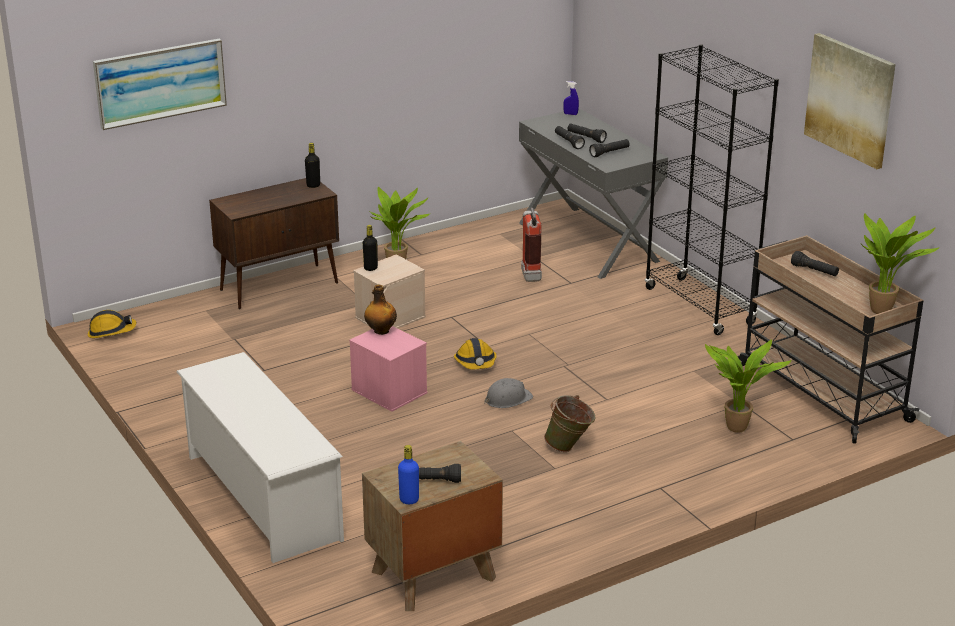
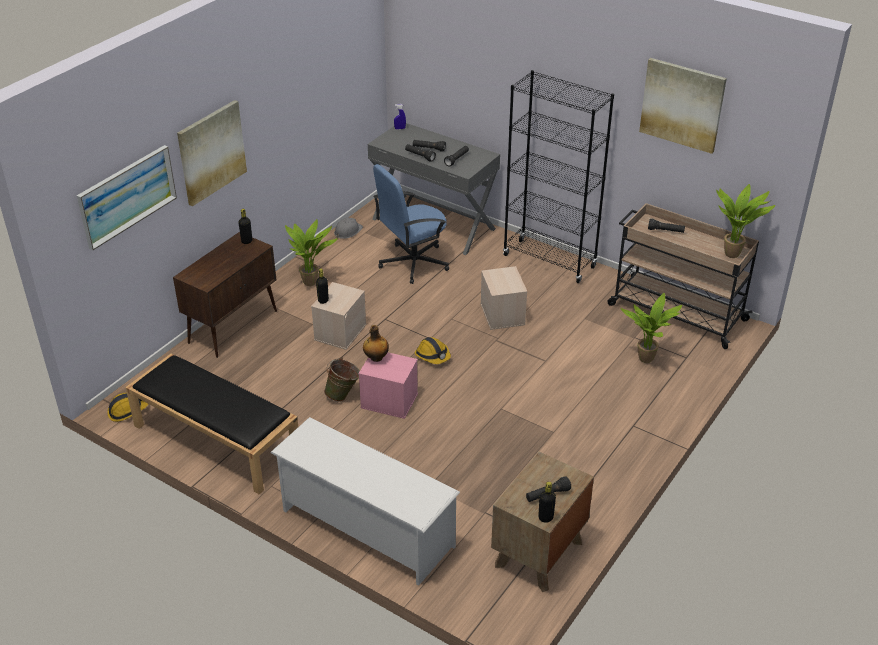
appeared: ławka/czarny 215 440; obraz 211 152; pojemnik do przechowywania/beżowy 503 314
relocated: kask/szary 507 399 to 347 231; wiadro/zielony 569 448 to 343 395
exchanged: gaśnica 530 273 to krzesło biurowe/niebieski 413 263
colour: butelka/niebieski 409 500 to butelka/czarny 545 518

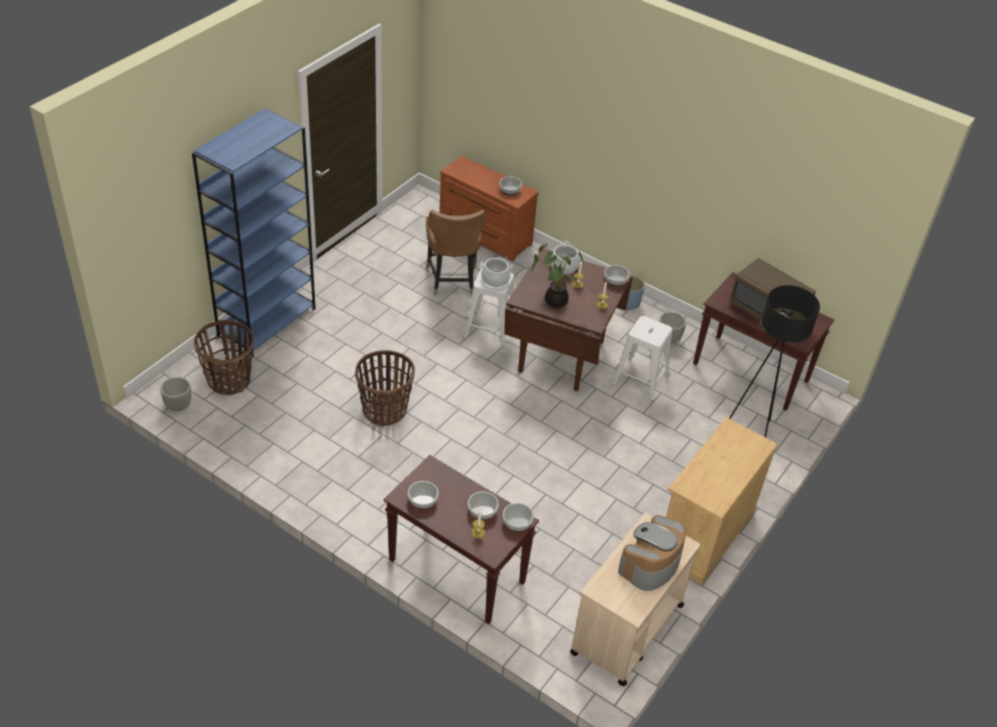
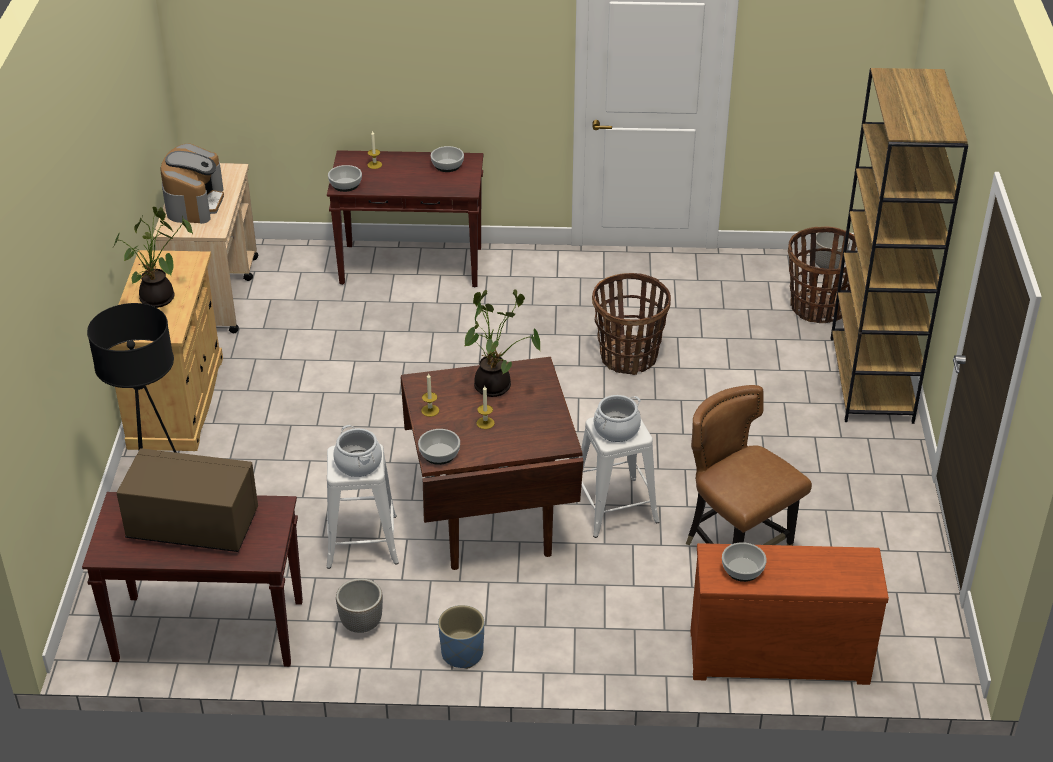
missing: miska 482 510
appeared: roślina doniczkowa 159 300
relocated: garnek 564 266 to 358 464
colour: regał/niebieski 267 322 to regał/brązowy 872 380

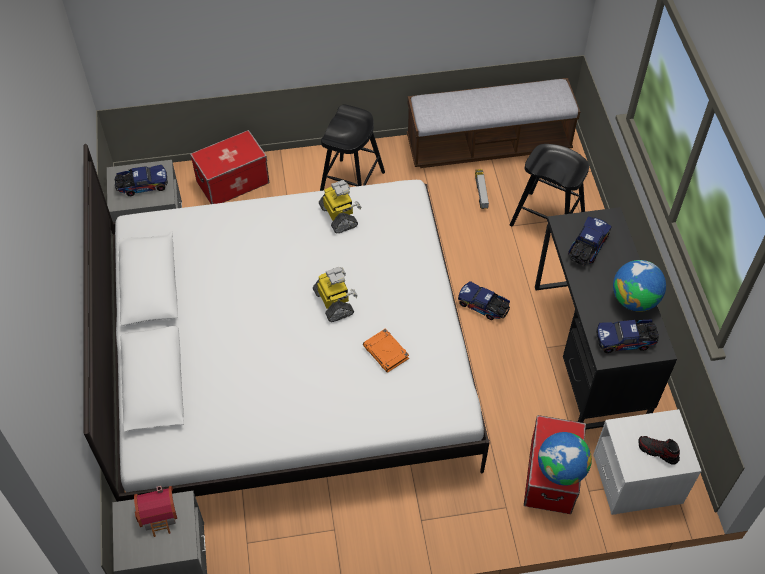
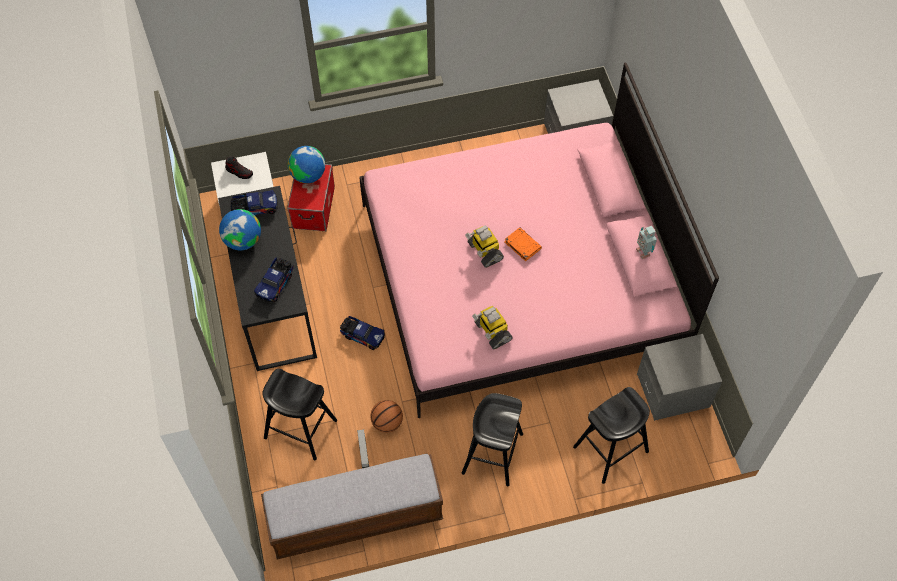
missing: ciężarówka zabawkowa 142 186; domek 160 515
appeared: piłka do koszykówki 387 422; robot zabawkowy 643 251
relocated: książka/pomarańczowy 386 352 to 522 245
exchanged: pojemnik do przechowywania 233 182 to stołek/czarny 611 449
colour: łóżko/biały 290 358 to łóżko/różowy 520 278

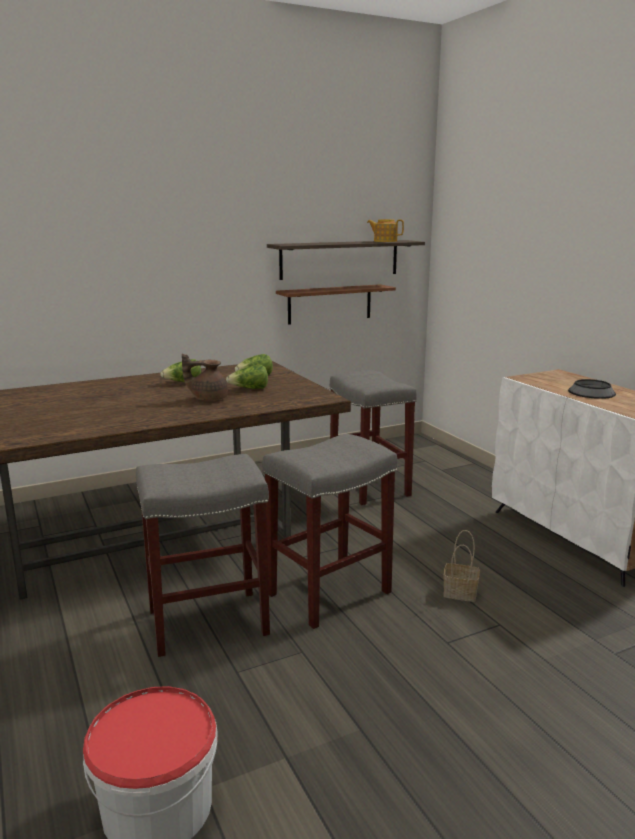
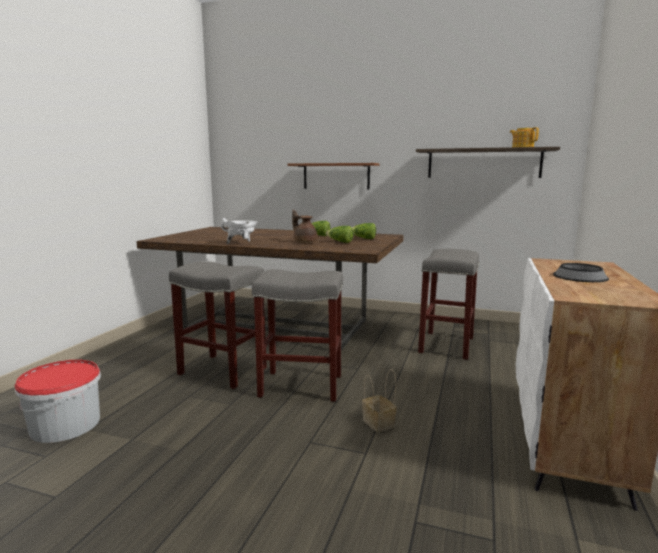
appeared: garnek/biały 241 243
relocated: półka/brązowy 330 304 to 336 176

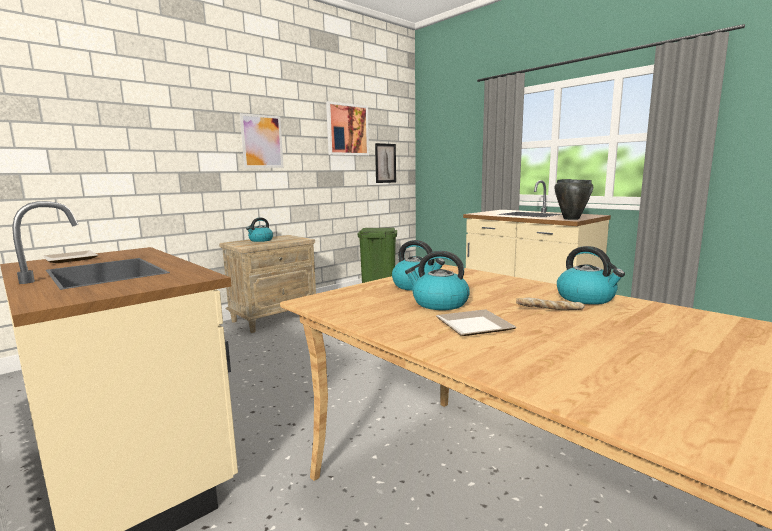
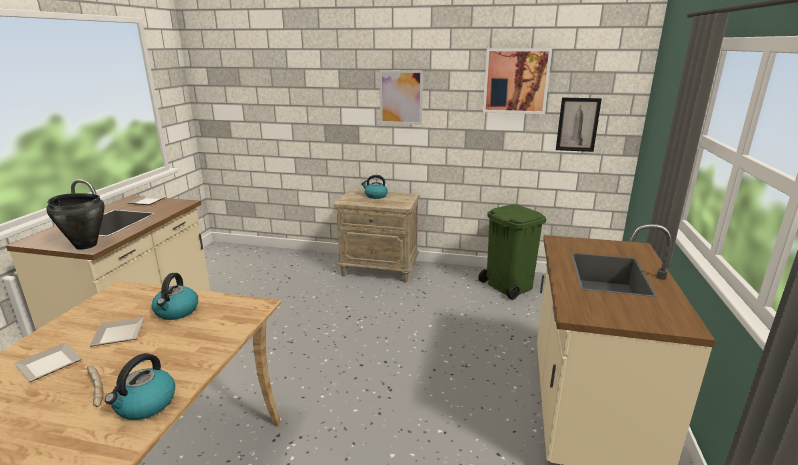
relocated: garnek/czarny 571 219 to 86 245
exchanged: czajnik 439 303 to talerz 117 335

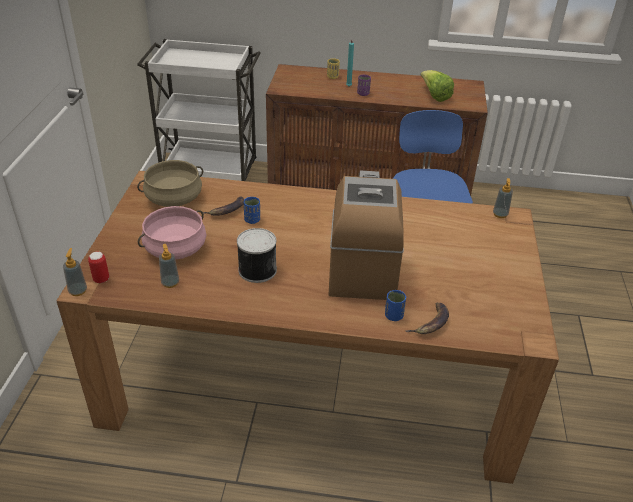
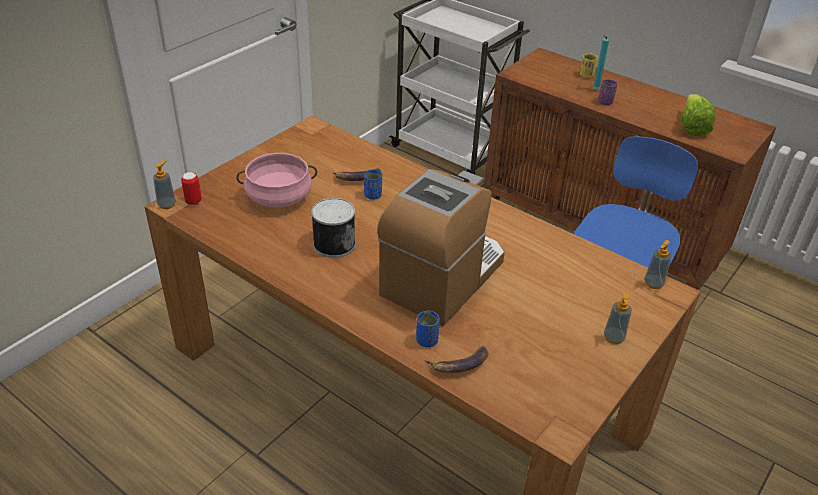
missing: garnek/beżowy 174 198
relocated: dozownik mydła 170 283 to 613 338

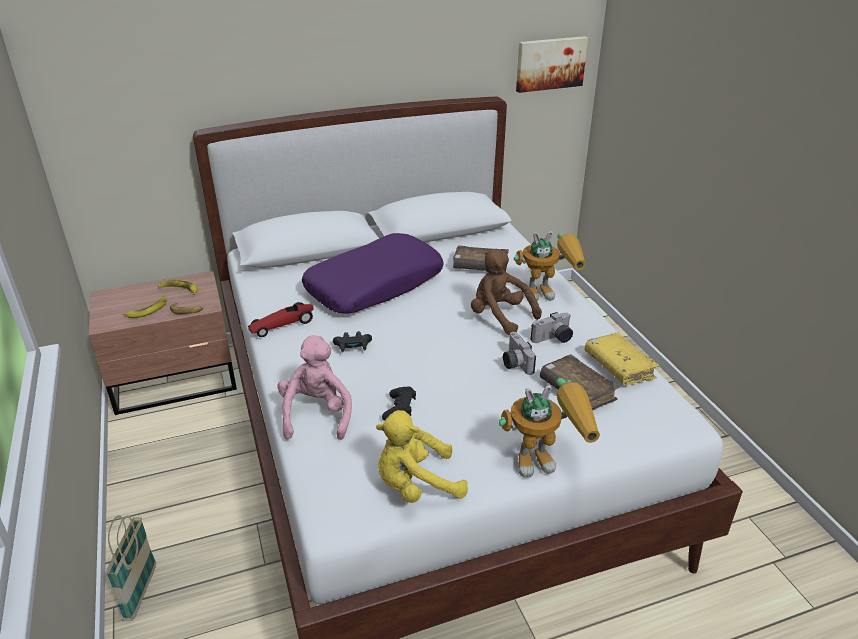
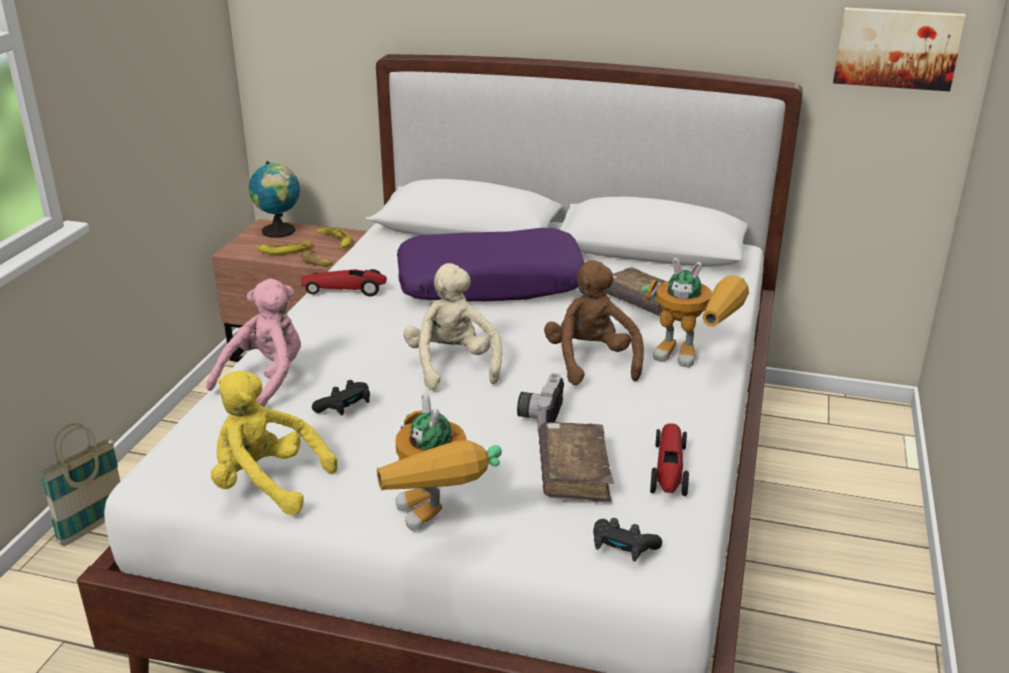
missing: aparat fotograficzny 553 339
appeared: globus 280 231; pluszak/beżowy 452 365
relocated: pad do gier/czarny 353 347 to 622 548
exchanged: książka/żółty 618 366 to samochodzik 669 470
spun: robot zabawkowy 547 458 = 436 523 45 degrees clockwise

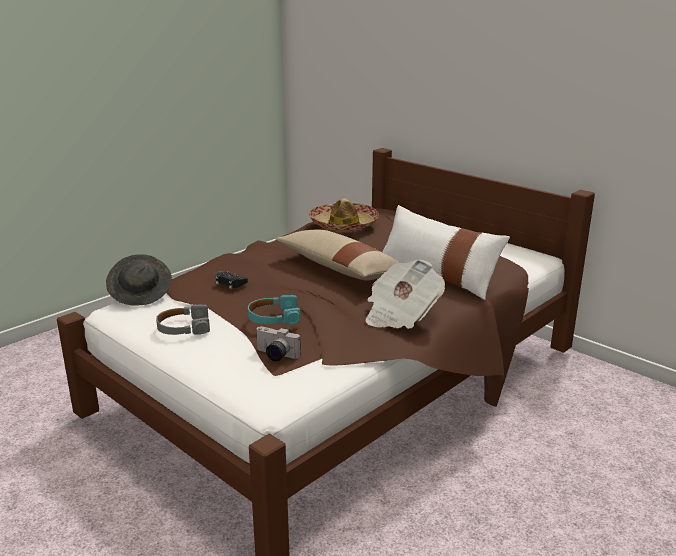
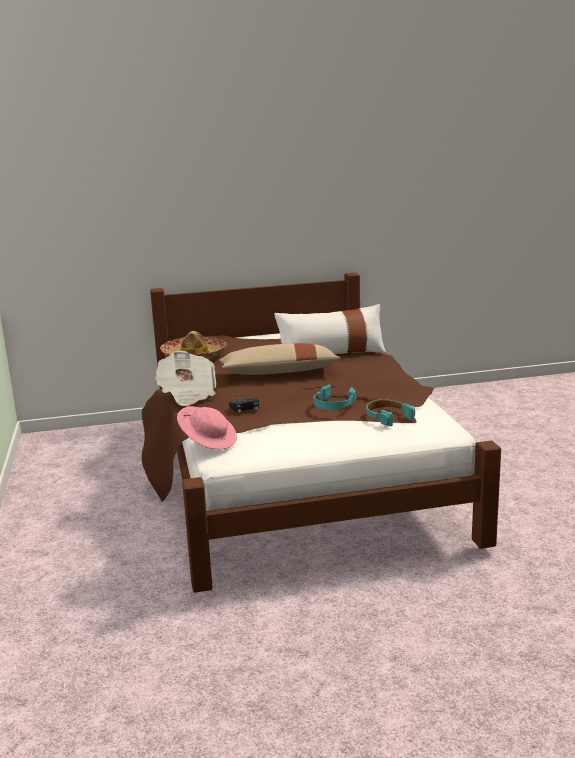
missing: słuchawki/szary 183 327
relocated: gazeta 401 314 to 187 394
exchanged: aparat fotograficzny 275 356 to słuchawki/turkusowy 387 417
colour: kapelusz/szary 141 293 to kapelusz/różowy 208 441

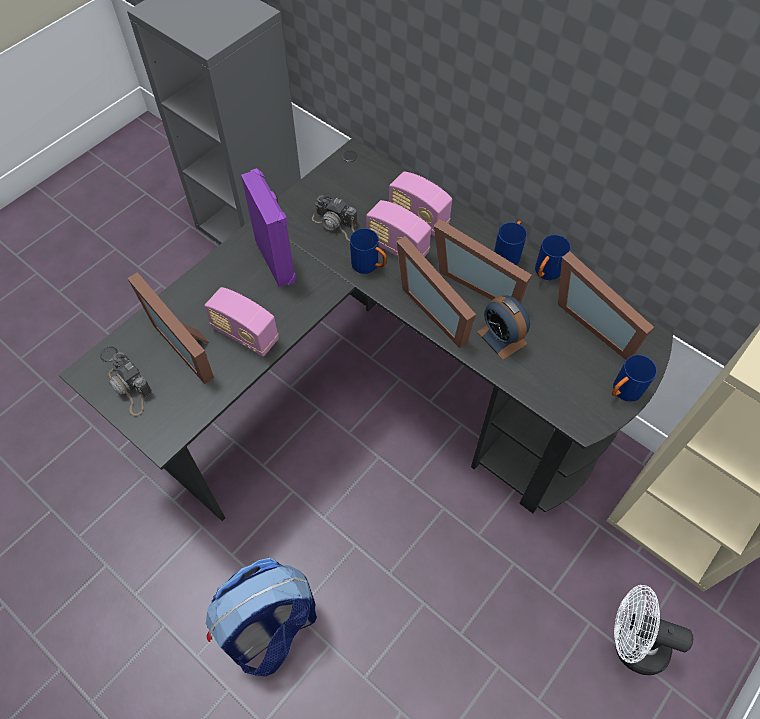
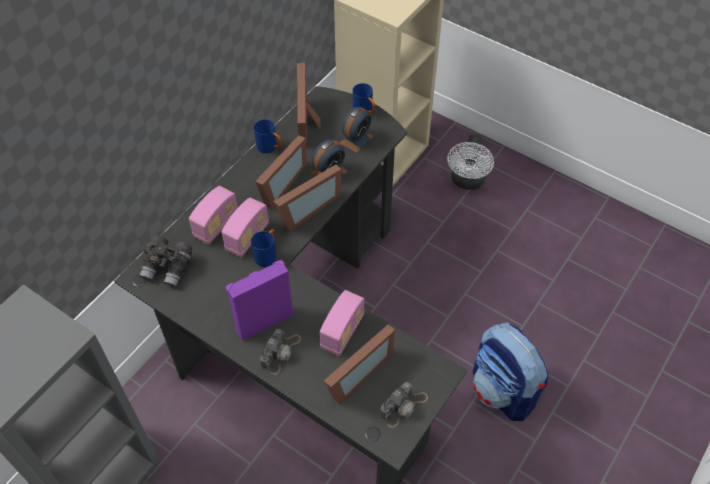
missing: kubek/niebieski 508 253
appeared: lornetka/szary 168 267; budzik 356 139
relocated: aparat fotograficzny 337 224 to 281 352
spun: ramka na zdjęcie 597 320 = 310 121 135 degrees clockwise

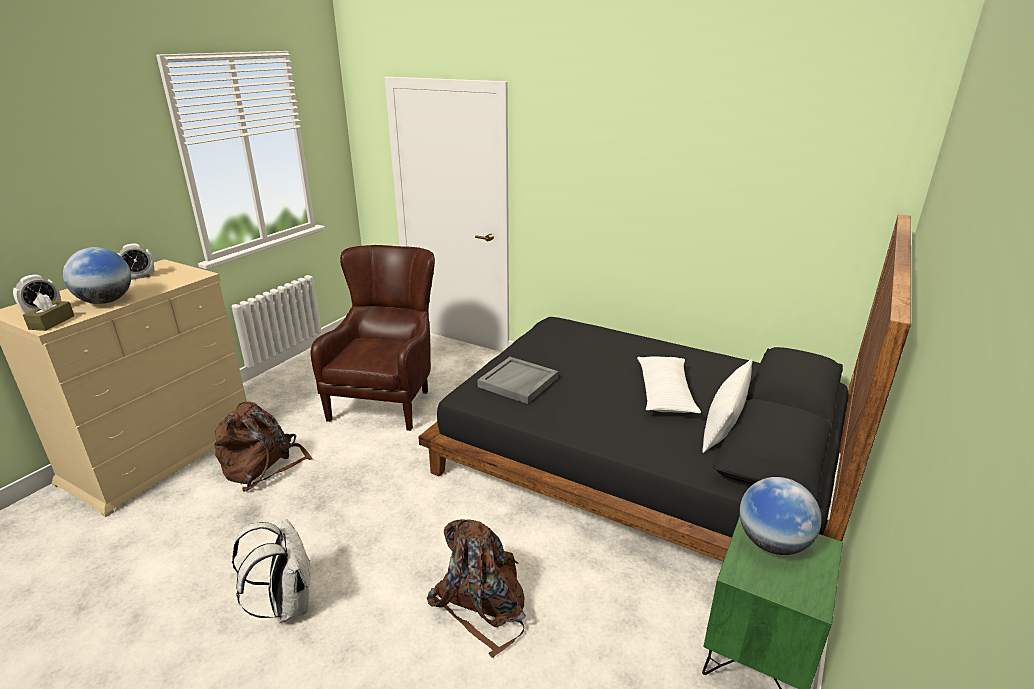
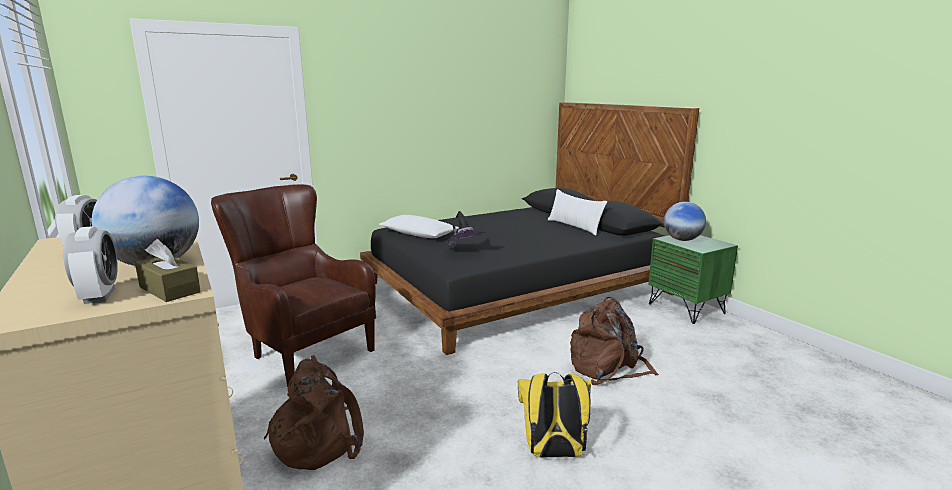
relocated: poduszka/biały 665 393 to 418 234
exchanged: taca/szary 518 383 to kapelusz/czarny 464 252
colour: plecak/biały 286 604 to plecak/żółty 553 454

